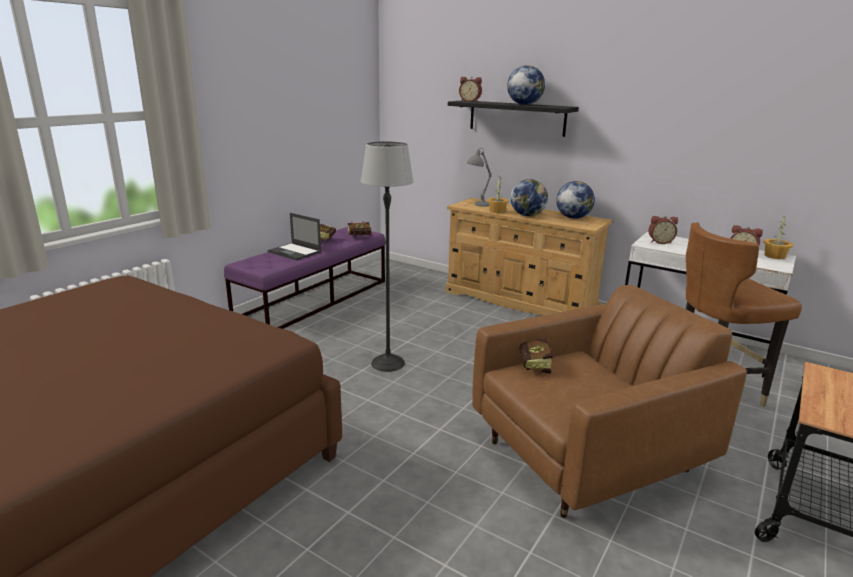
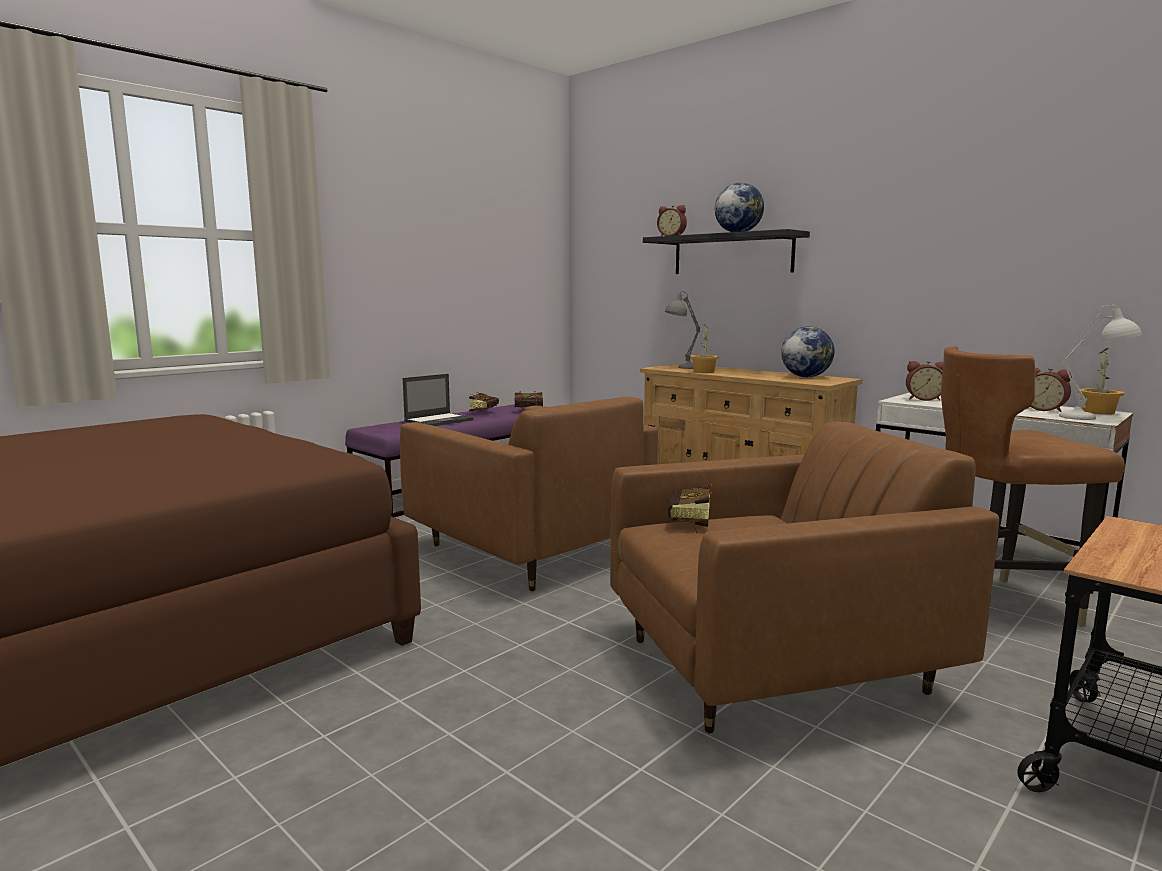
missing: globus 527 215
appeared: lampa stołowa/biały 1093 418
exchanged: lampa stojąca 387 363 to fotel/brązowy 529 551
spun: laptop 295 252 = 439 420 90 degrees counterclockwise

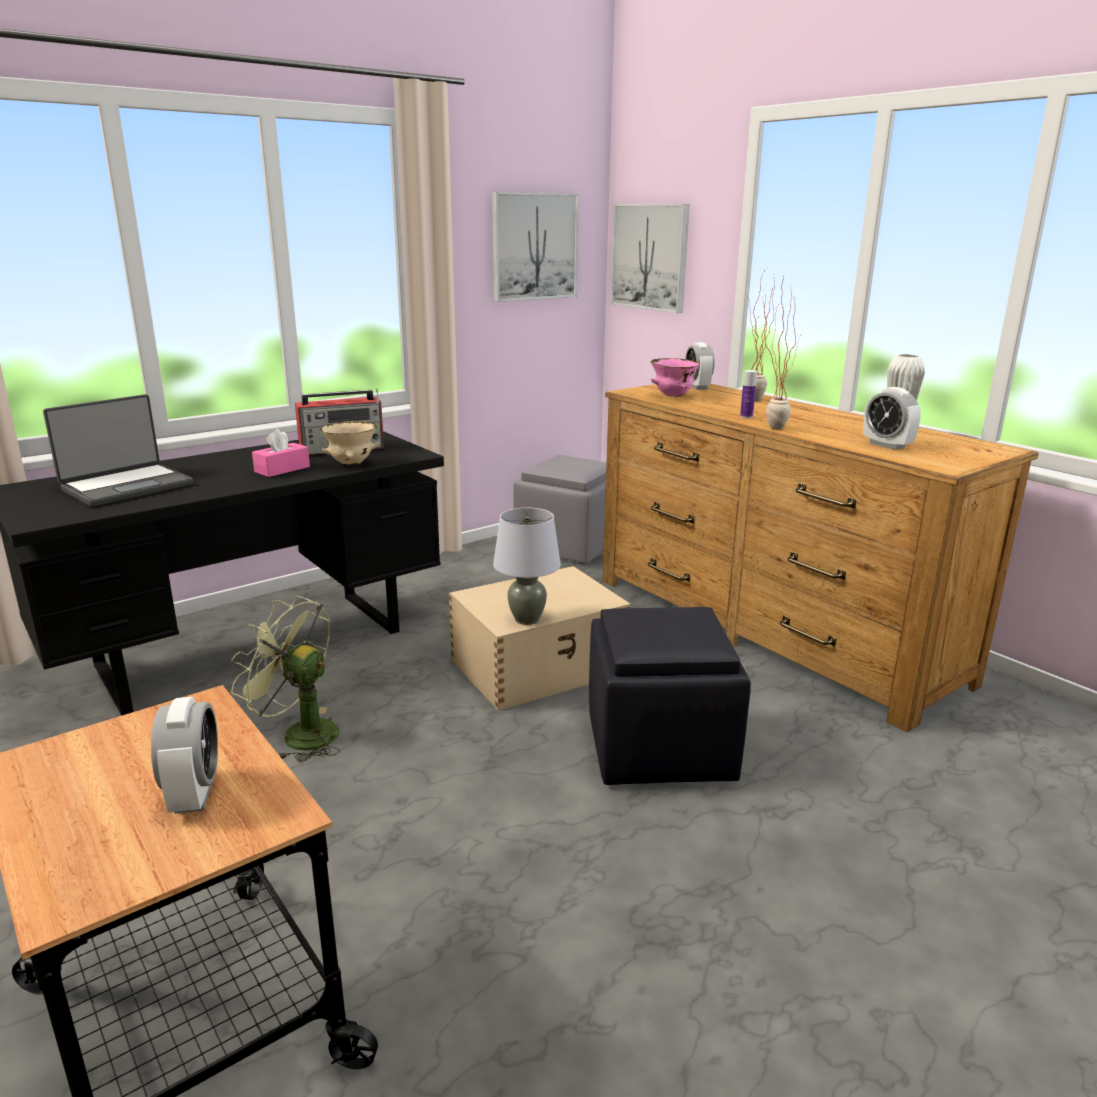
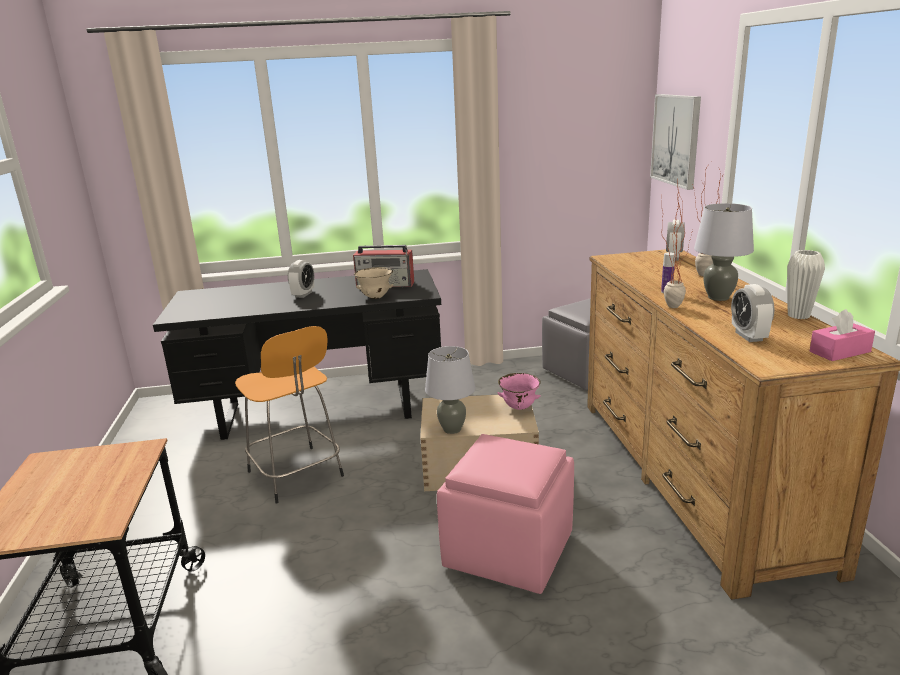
missing: laptop 126 486; obraz 534 246
appeared: lampa stołowa/szary 718 297
relocated: budzik 194 794 to 303 294; pudełko chusteczek/różowy 282 469 to 840 352; miska/różowy 672 396 to 519 408
exchanged: wentylator/zielony 299 734 to stołek/pomarańczowy 296 475
colour: pufa/czarny 660 747 to pufa/różowy 510 550

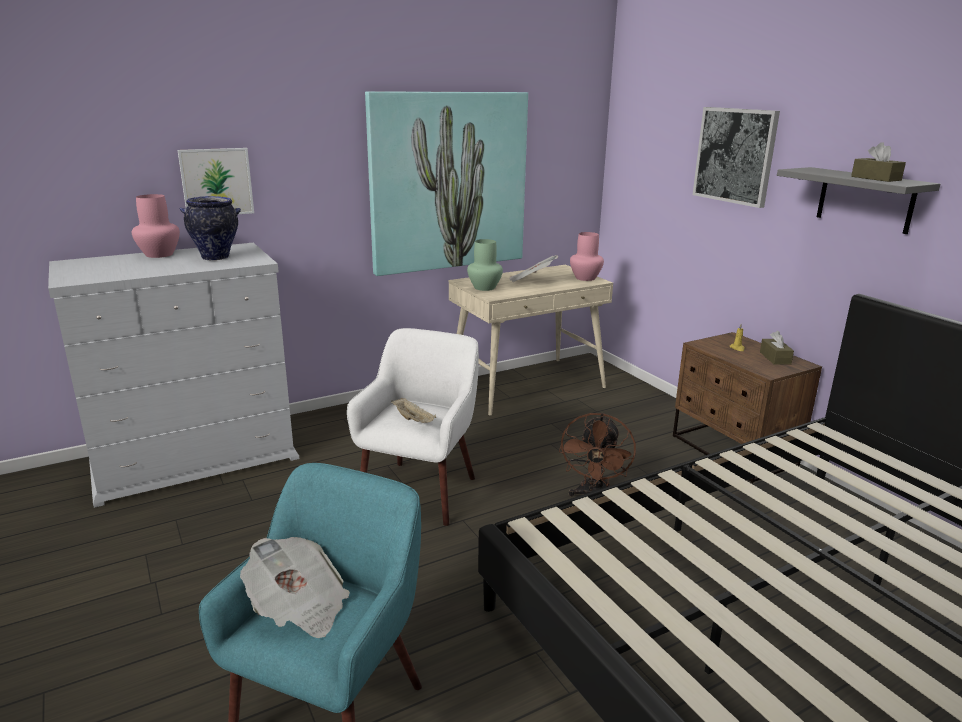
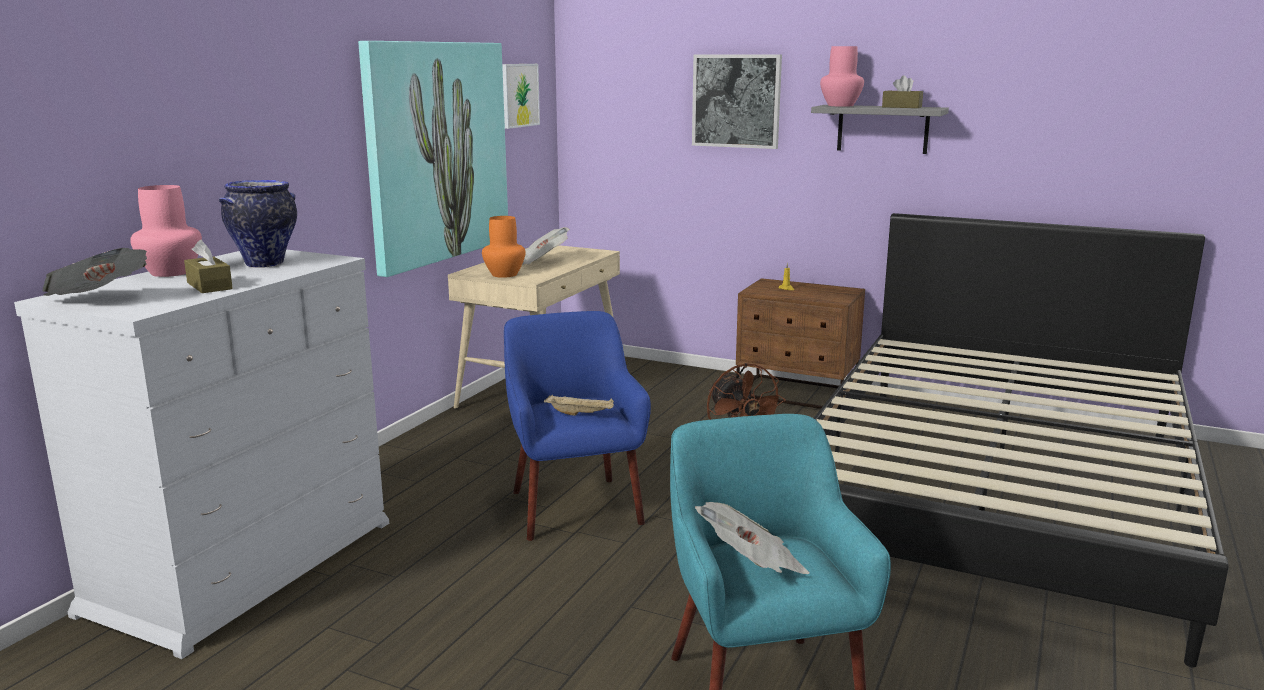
appeared: gazeta 99 299
relocated: obraz 216 182 to 520 95; wazon/różowy 586 278 to 840 105; pudełko chusteczek/brązowy 775 358 to 209 286
colour: fotel/biały 420 491 to fotel/niebieski 574 506; wazon/zielony 485 288 to wazon/pomarańczowy 505 274

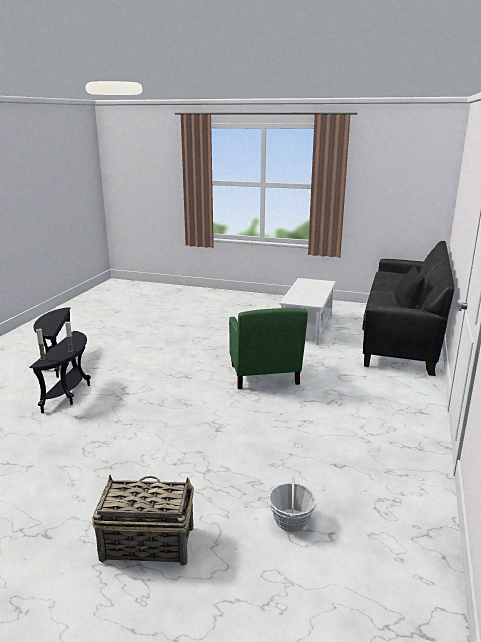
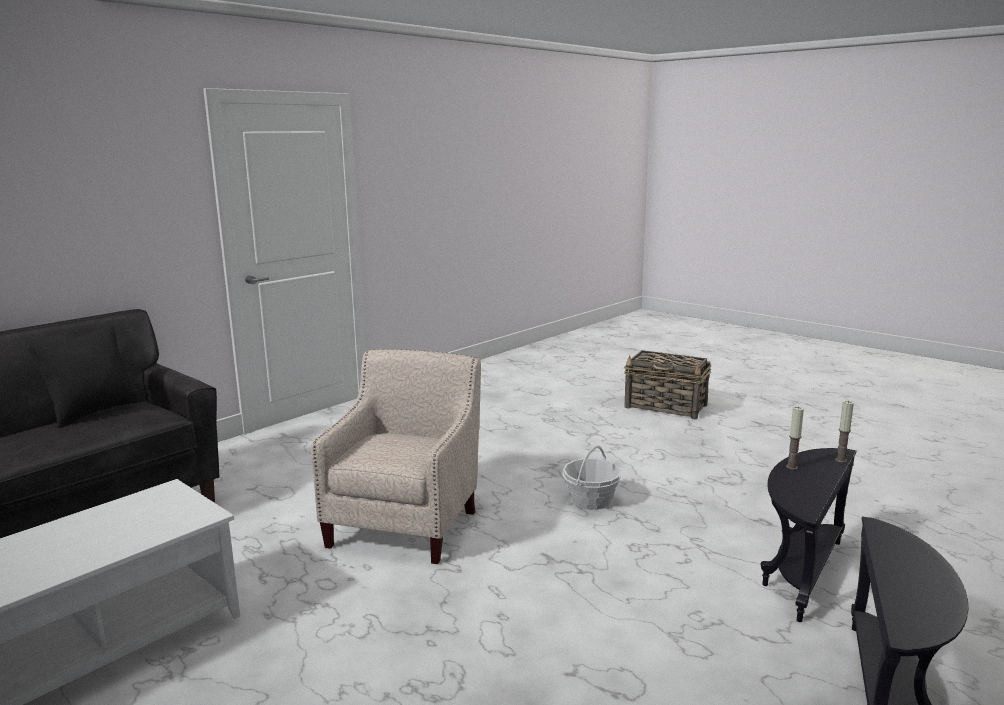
relocated: koszyk 291 520 to 591 500
colour: fotel/zielony 264 377 to fotel/beżowy 407 523

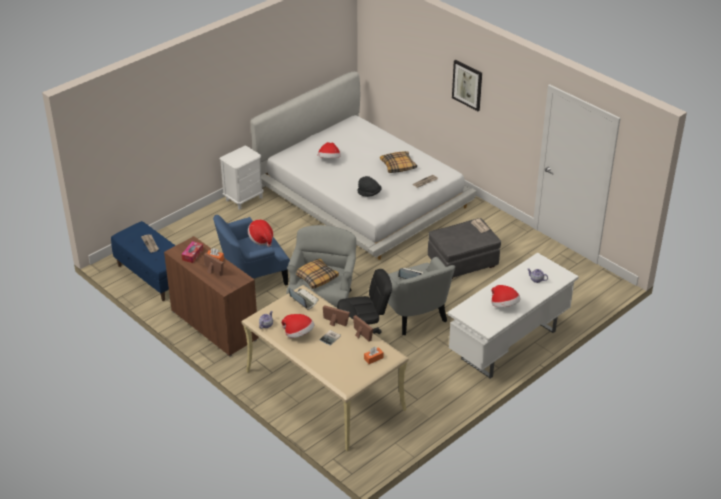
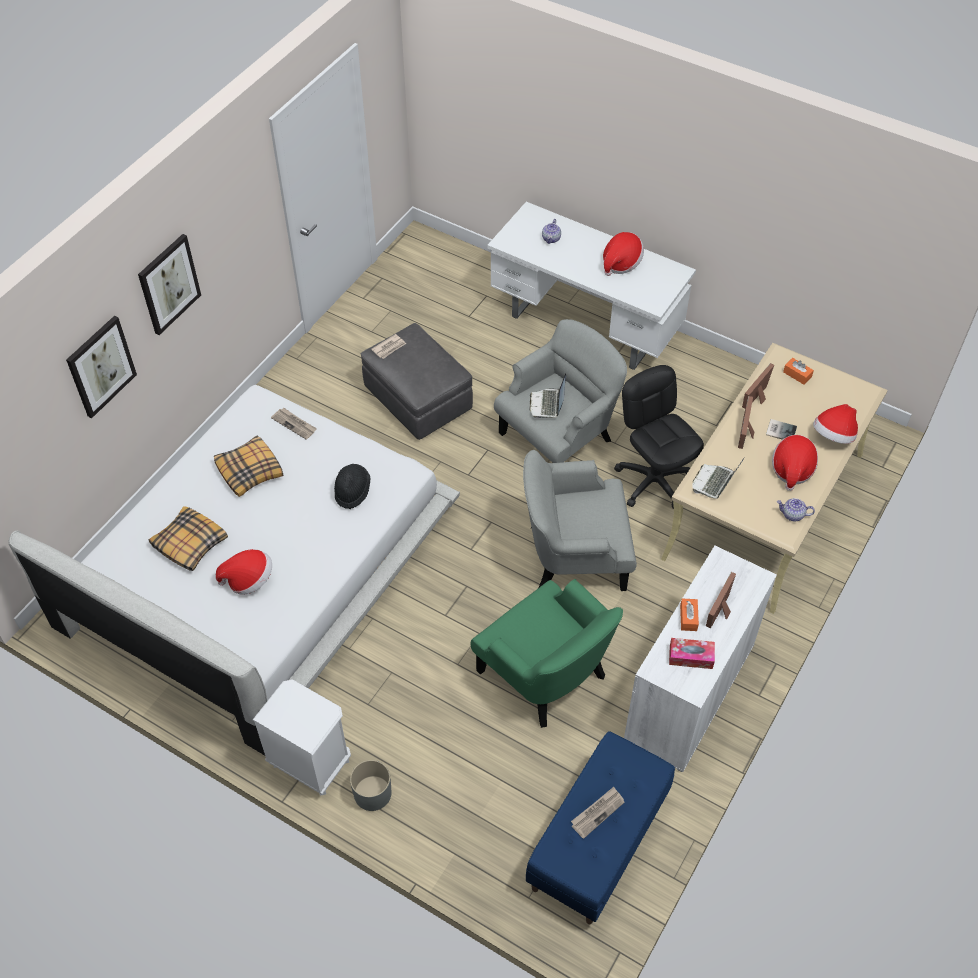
appeared: obraz 100 366; donica/szary 372 793
relocated: kapelusz 261 239 to 833 436; poduszka 316 277 to 189 544
colour: szafka/brązowy 214 325 to szafka/biały 689 692; fotel/niebieski 252 277 to fotel/zielony 545 674

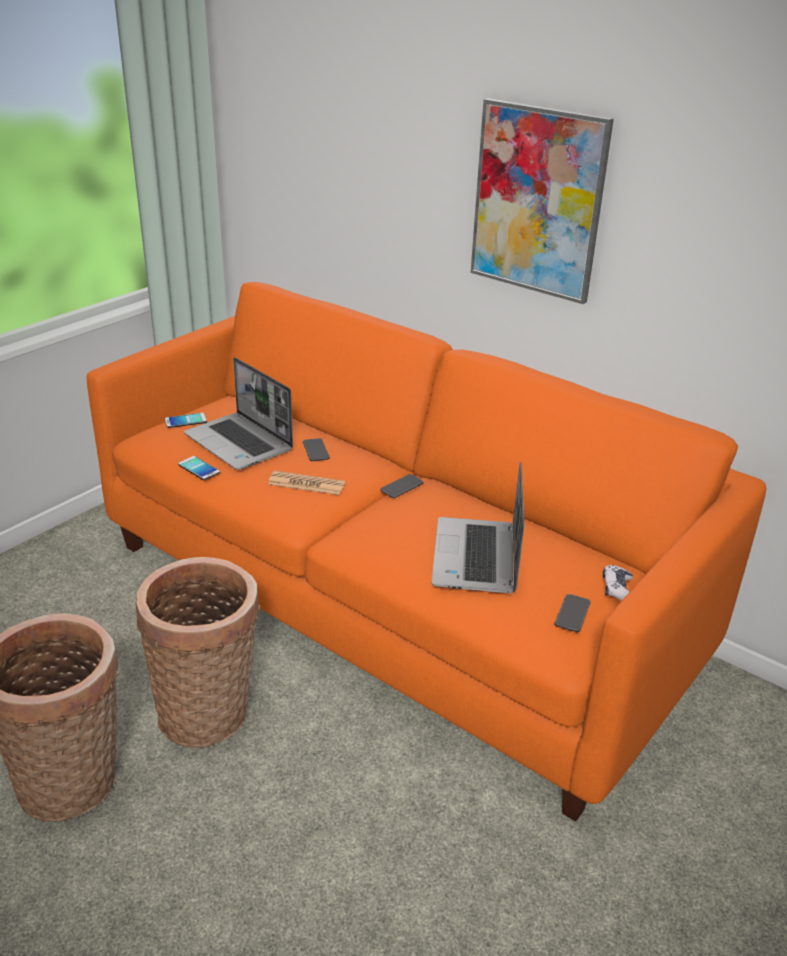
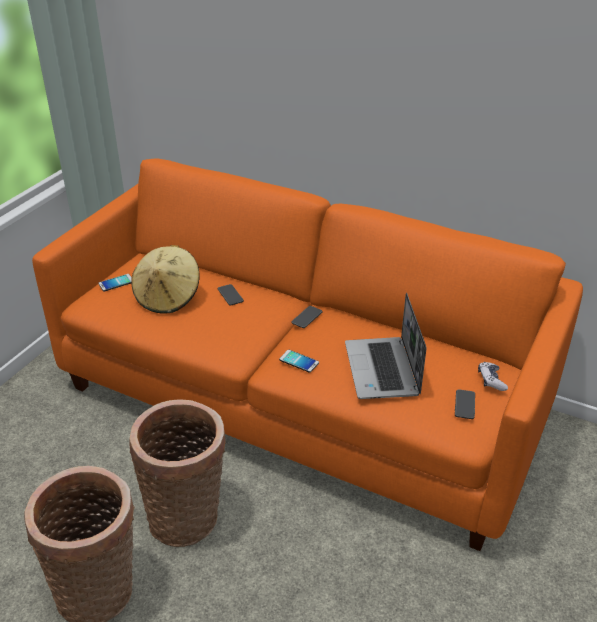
missing: gazeta 306 484; obraz 538 201
relocated: telefon 199 468 to 299 361
exchanged: laptop 240 443 to kapelusz/beżowy 168 297

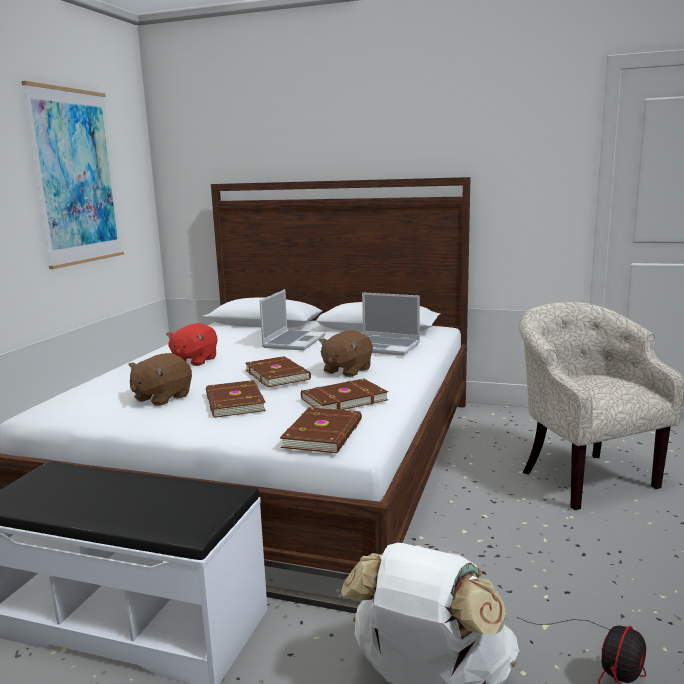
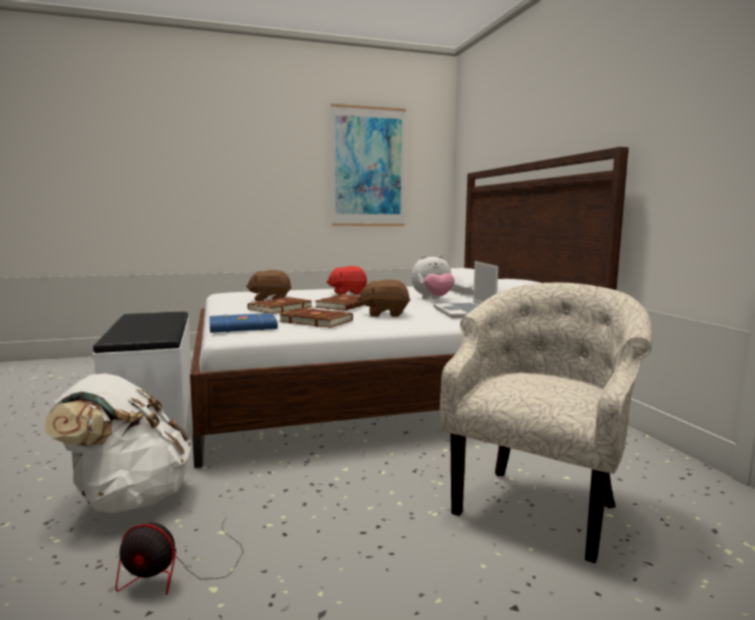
exchanged: laptop 293 341 to pluszak 433 299
colour: książka/brązowy 324 434 to książka/niebieski 243 327

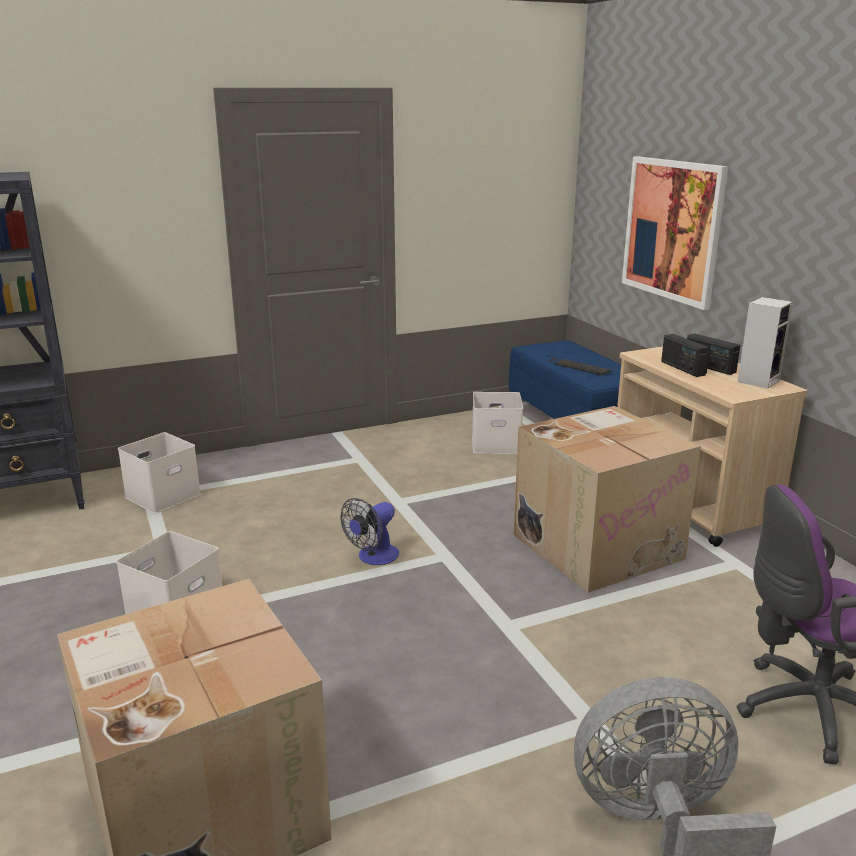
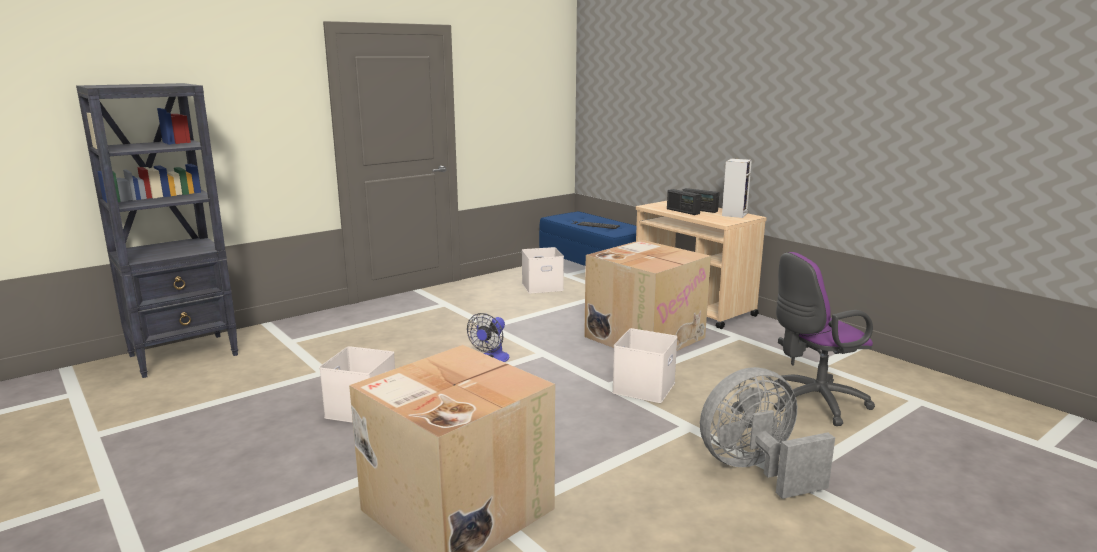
missing: obraz 672 230
relocated: pojemnik do przechowywania/biały 163 495 to 643 387

